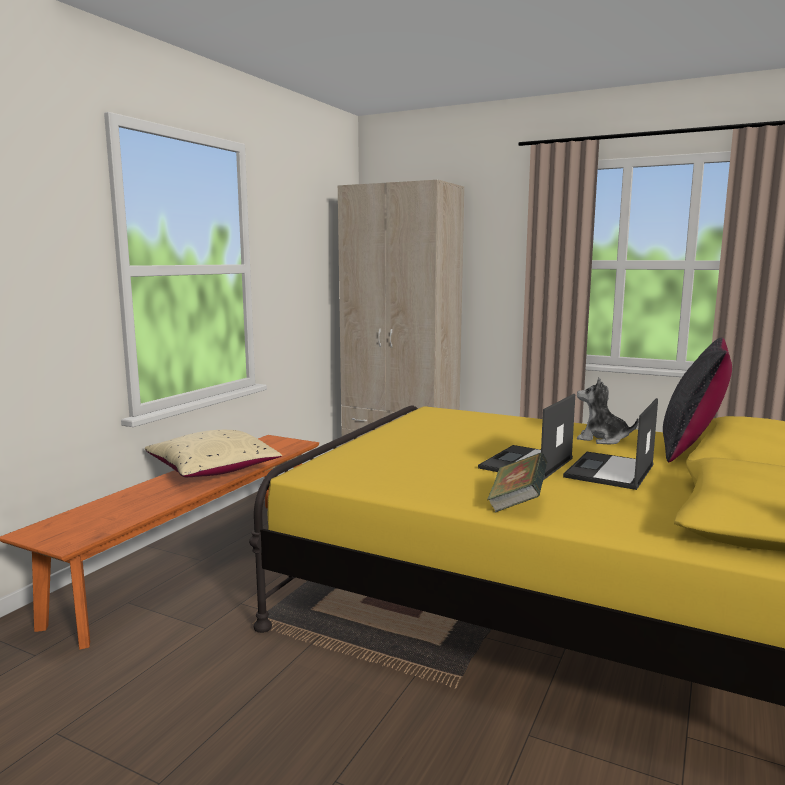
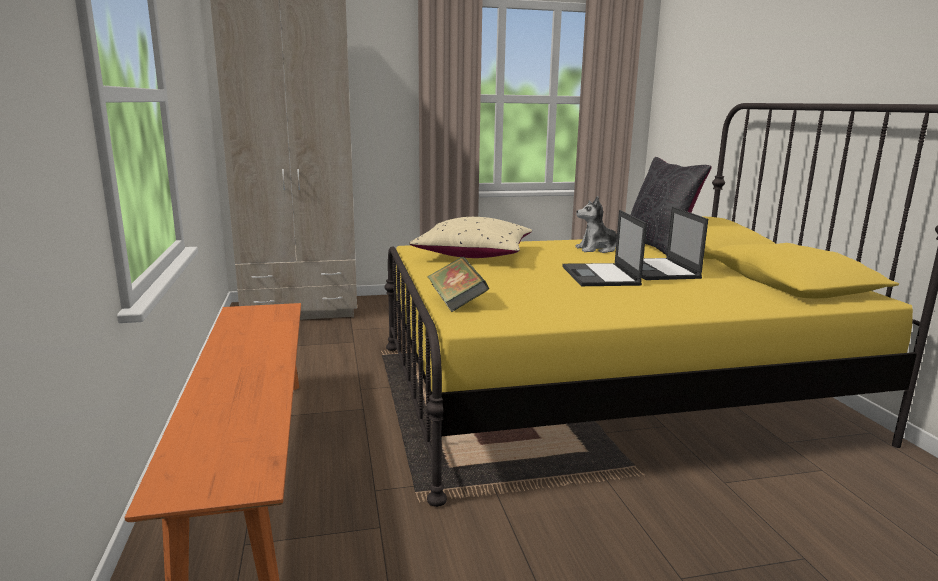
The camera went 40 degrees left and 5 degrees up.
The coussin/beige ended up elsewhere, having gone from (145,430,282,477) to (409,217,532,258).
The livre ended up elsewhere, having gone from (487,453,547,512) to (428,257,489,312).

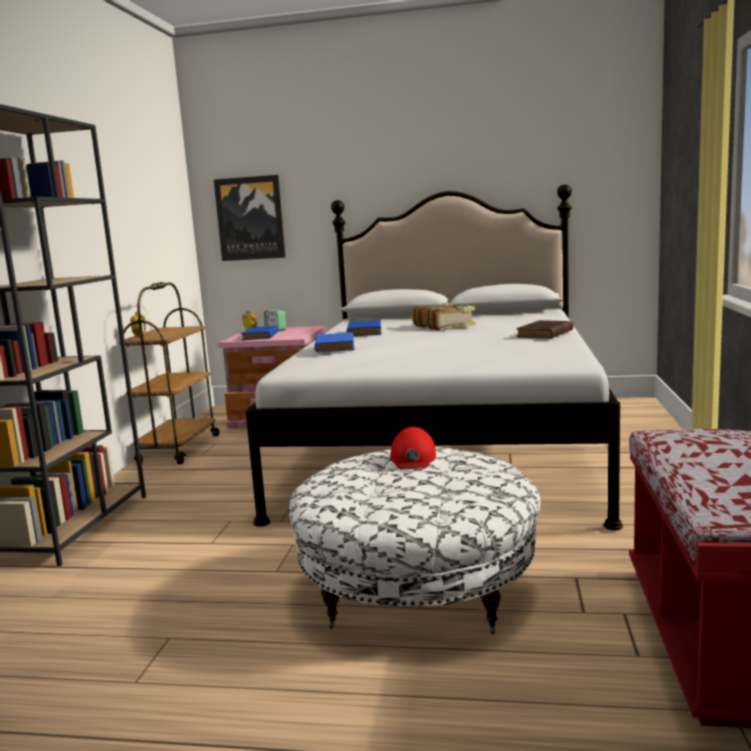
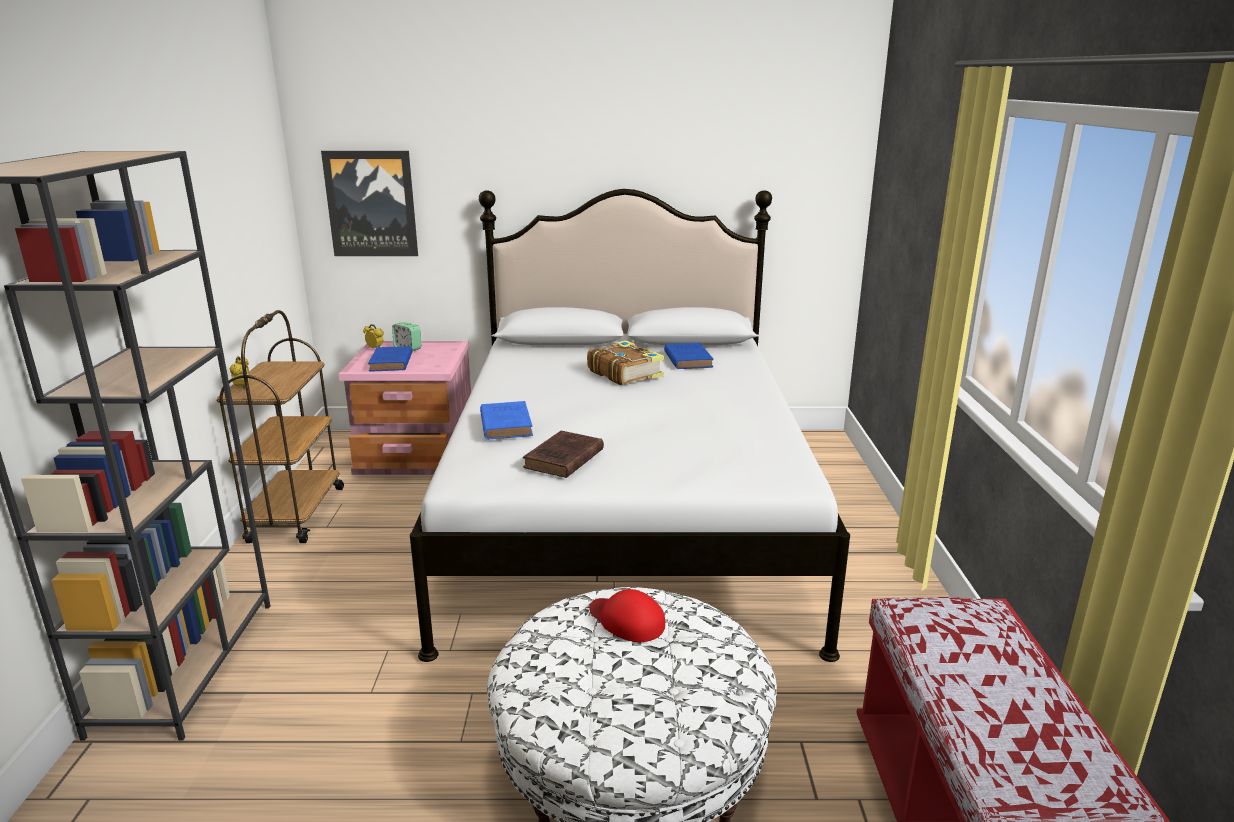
The camera went 10 degrees left and 10 degrees up.
The livre/marron ended up elsewhere, having gone from (516,320,573,339) to (523,431,604,478).
The casquette/rouge at (390,427,436,469) ended up facing another way, 135 degrees clockwise from before.
The livre/bleu ended up elsewhere, having gone from (346,320,381,336) to (664,343,714,369).

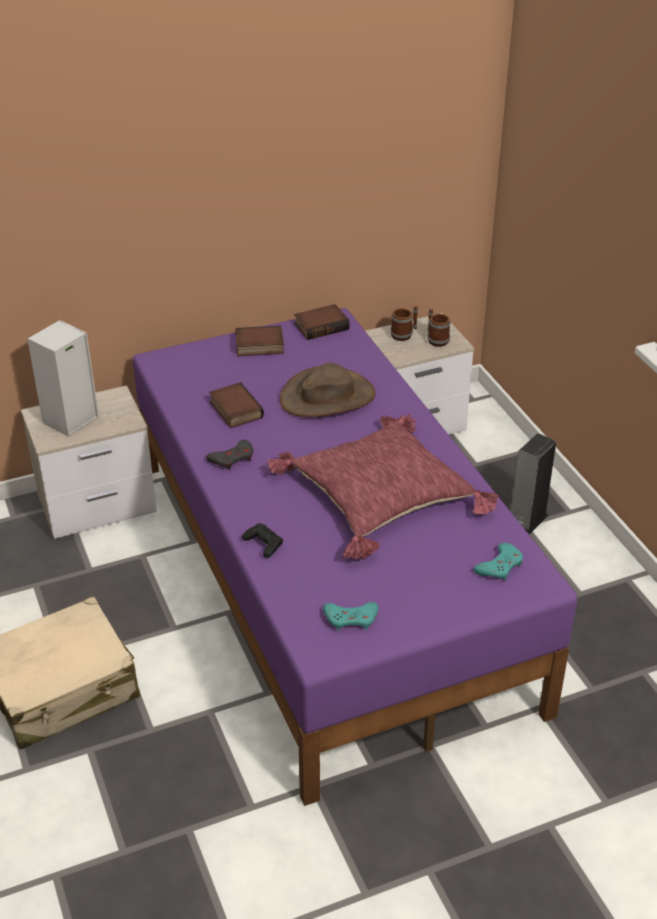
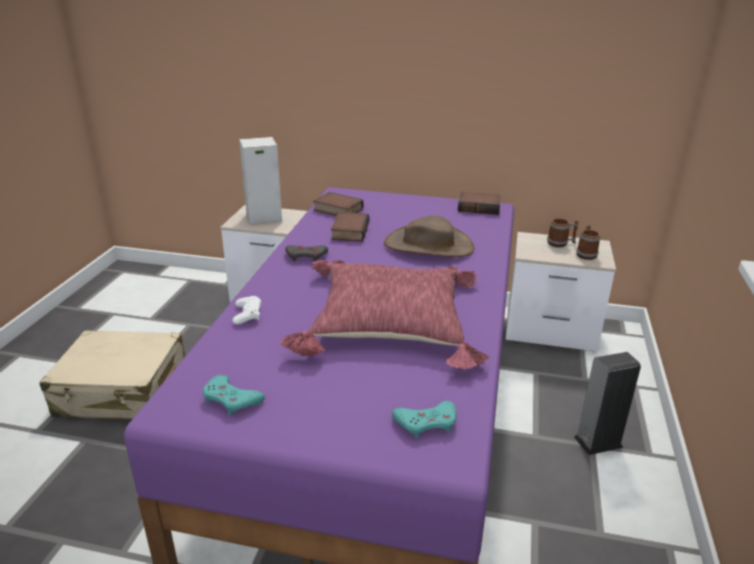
The camera went 35 degrees right and 10 degrees down.
What was the manette/noir at (242,523,283,558) turned into the manette/blanc at (232,296,261,324).
The livre ended up elsewhere, having gone from (235,326,284,356) to (313,192,364,216).

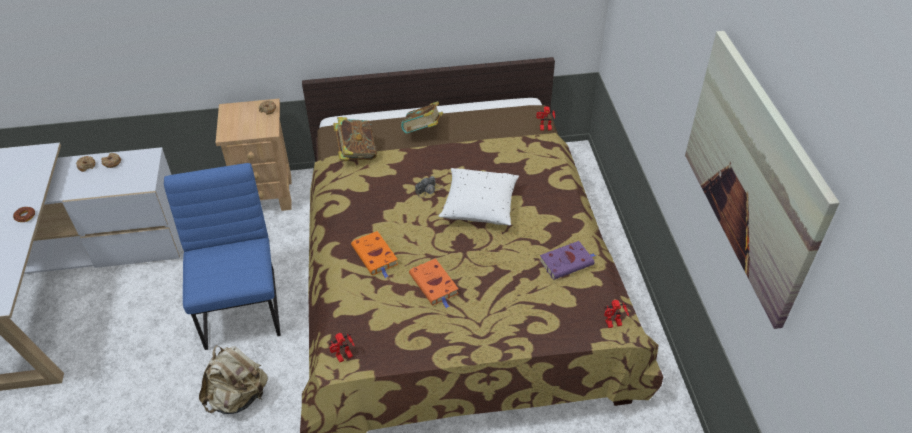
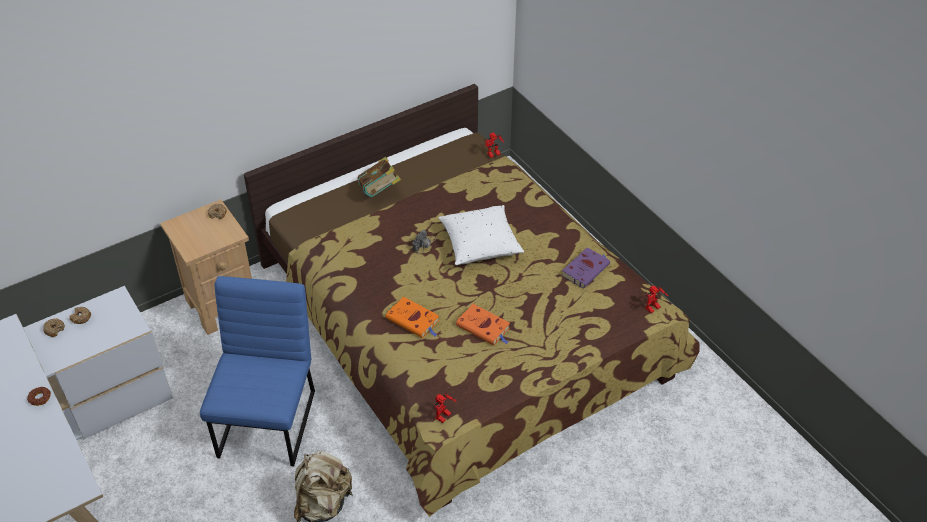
The camera went 25 degrees left and 0 degrees up.
The chaise/bleu at (164,163,281,350) ended up facing another way, 45 degrees clockwise from before.
The second view lost the livre at (333,117,377,161).
The second view lost the tableau at (685,31,840,329).

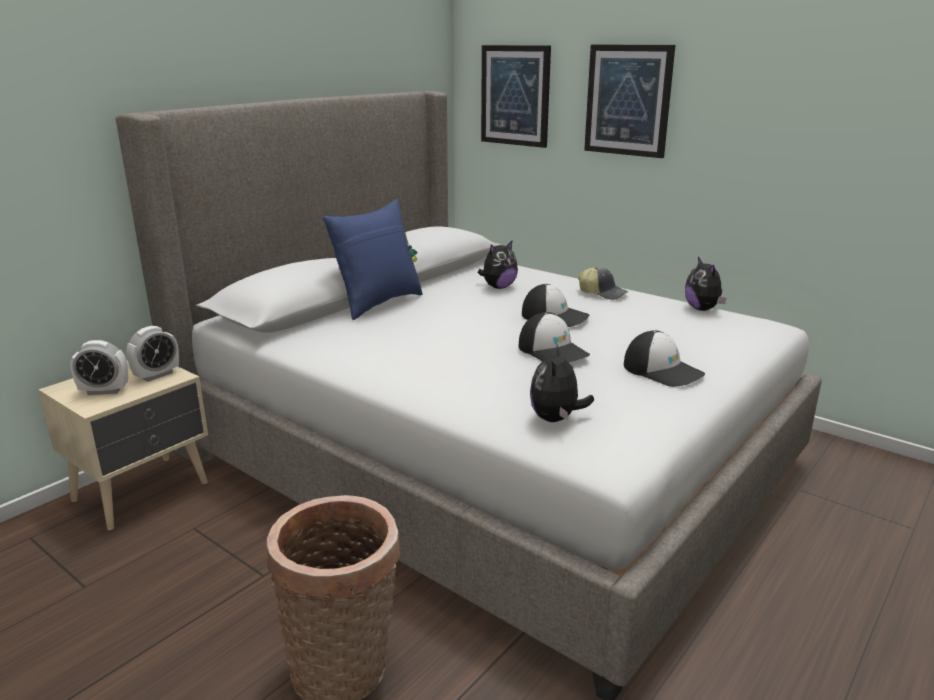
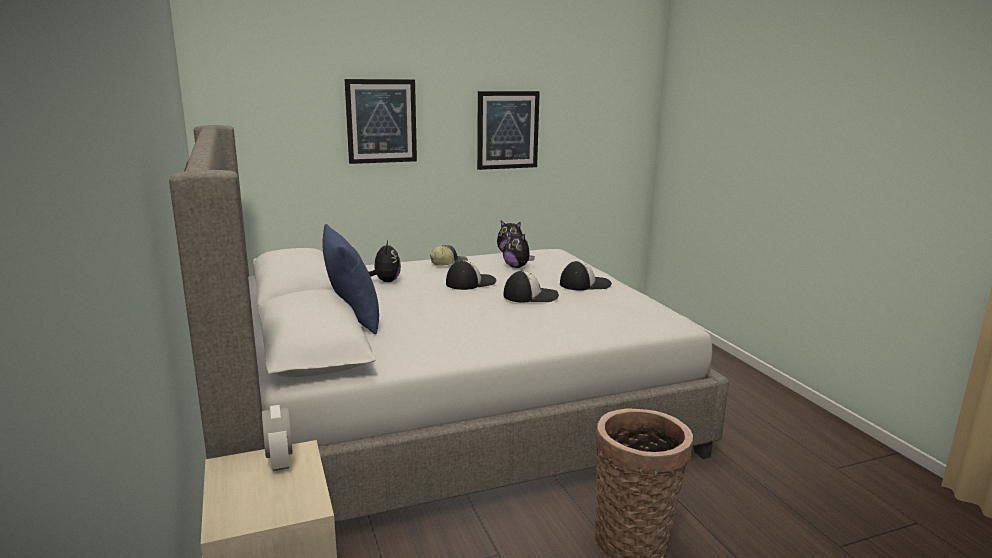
The camera went 60 degrees left and 5 degrees down.
The tableau ended up elsewhere, having gone from (481,45,551,148) to (477,91,540,170).
The peluche ended up elsewhere, having gone from (530,345,594,422) to (503,230,535,268).
The second view lost the réveil at (70,340,128,395).

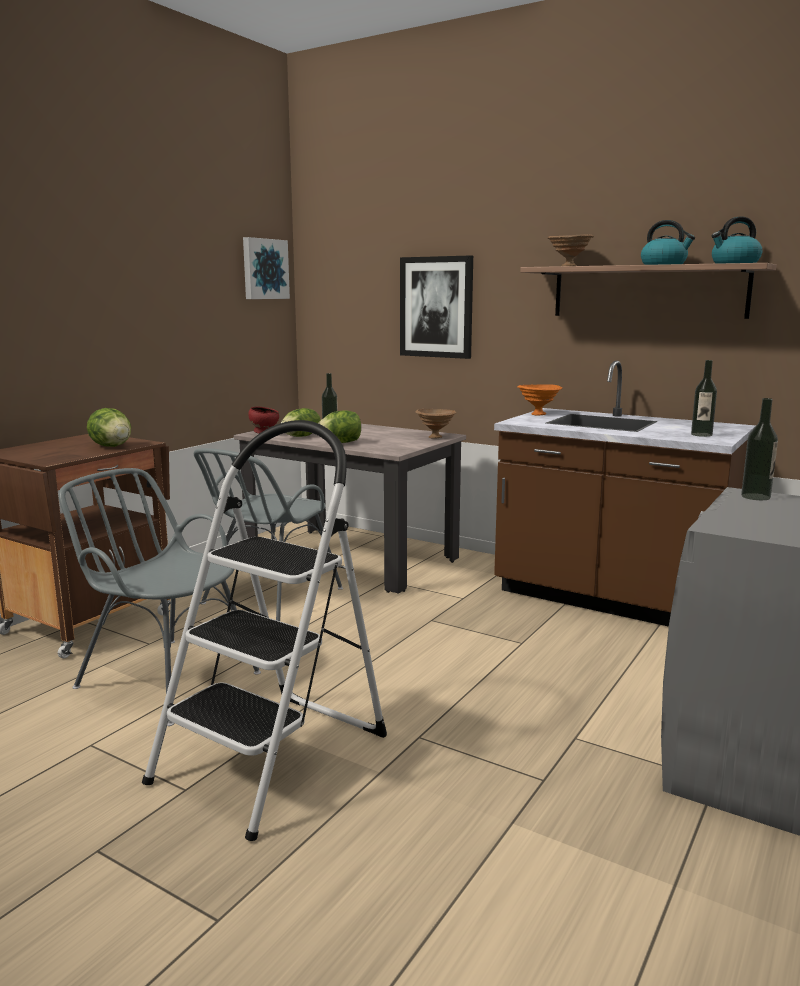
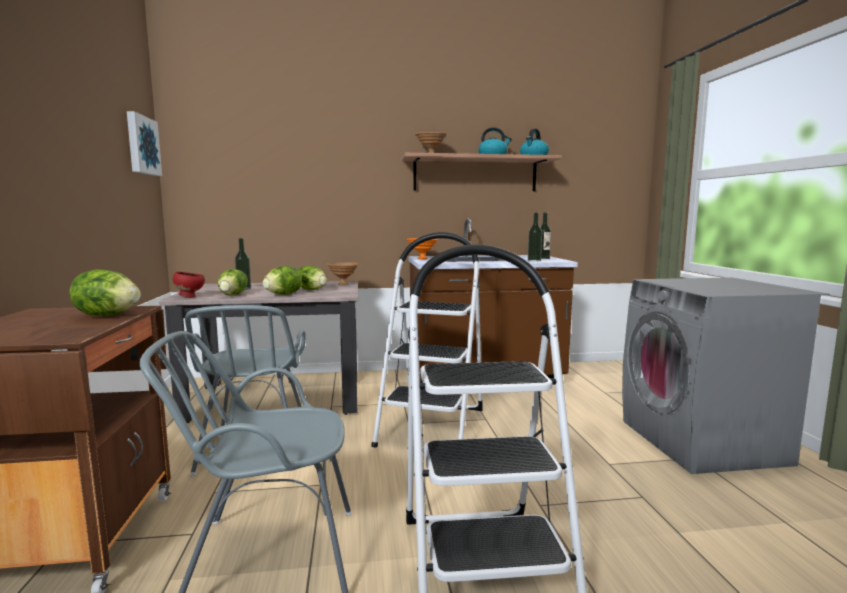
The camera went 40 degrees left and 5 degrees down.
The second view gained the laitue at (298,266,327,290).
The second view gained the escabeau at (371,232,483,447).
The bouteille ended up elsewhere, having gone from (741,398,778,500) to (528,212,542,262).
The second view lost the tableau at (400,255,473,359).

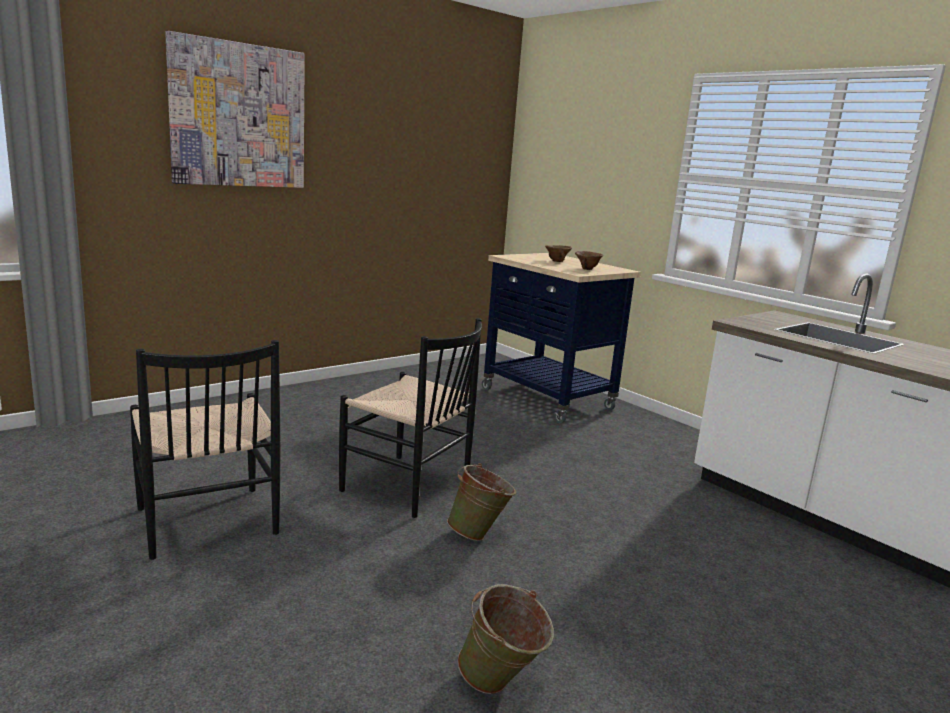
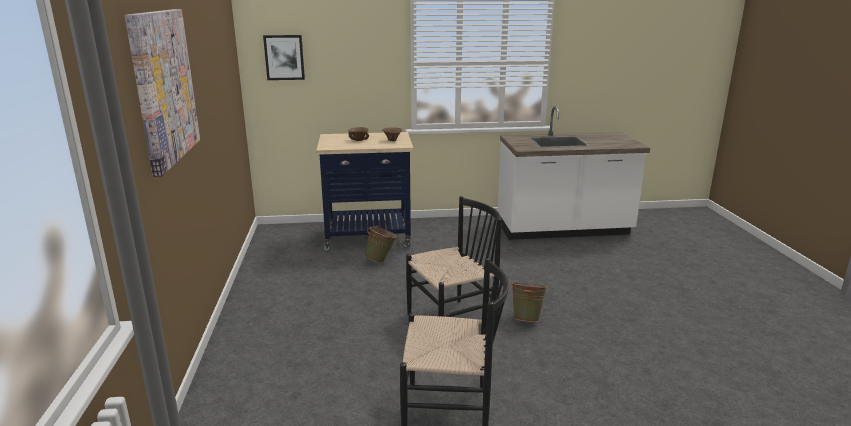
The camera went 55 degrees left and 5 degrees up.
The second view gained the tableau at (263,35,305,80).
The seau/vert ended up elsewhere, having gone from (457,584,554,694) to (365,225,397,263).

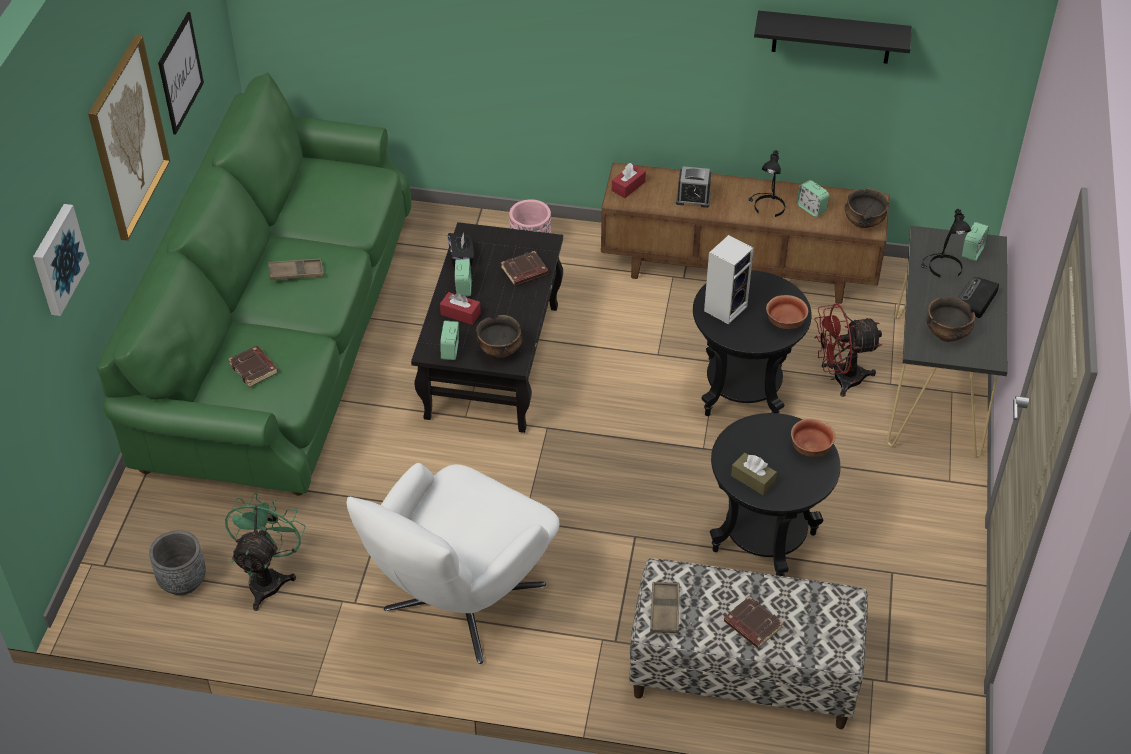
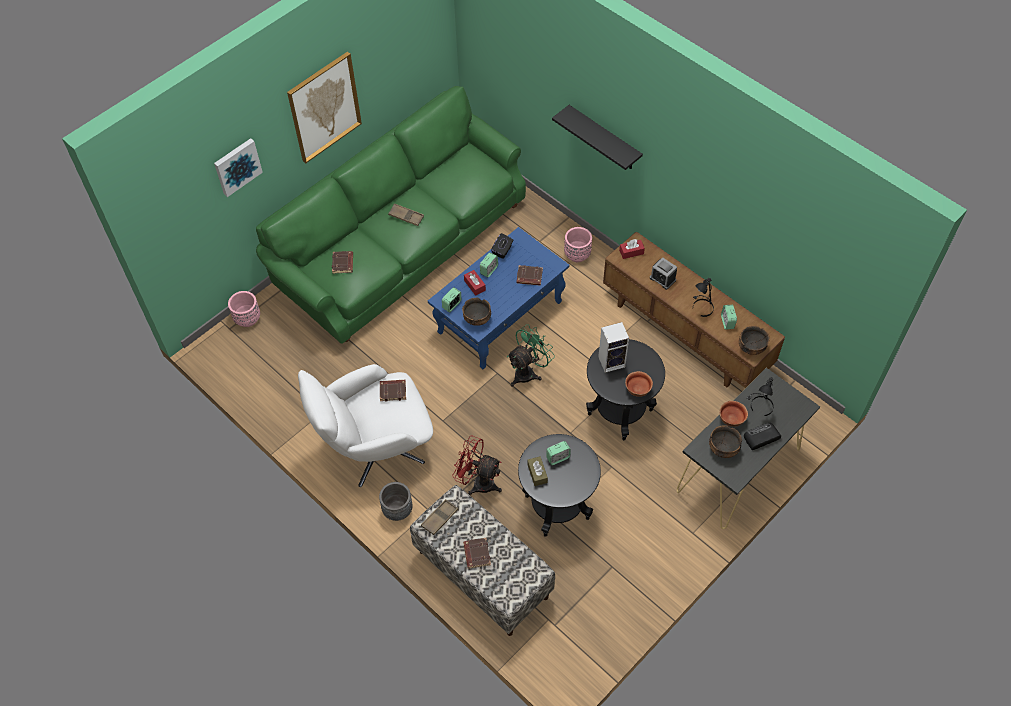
The camera went 35 degrees right and 10 degrees up.
The second view gained the cache-pot/rose at (228,291,260,327).
The cache-pot/gris ended up elsewhere, having gone from (149,530,206,595) to (379,482,413,521).
The second view gained the livre/marron at (380,380,406,402).
What was the table basse/noir at (411,222,563,433) turned into the table basse/bleu at (428,227,569,369).
The ventilateur/rouge ended up elsewhere, having gone from (814,304,882,397) to (452,435,502,496).
The ventilateur/vert ended up elsewhere, having gone from (225,493,306,611) to (507,324,555,387).
The réveil ended up elsewhere, having gone from (962,222,989,261) to (546,441,571,465).
The étagère/noir ended up elsewhere, having gone from (754,11,912,64) to (552,105,643,170).
The bol ended up elsewhere, having gone from (791,419,835,457) to (719,401,748,427).
The second view lost the tableau at (158,12,204,135).

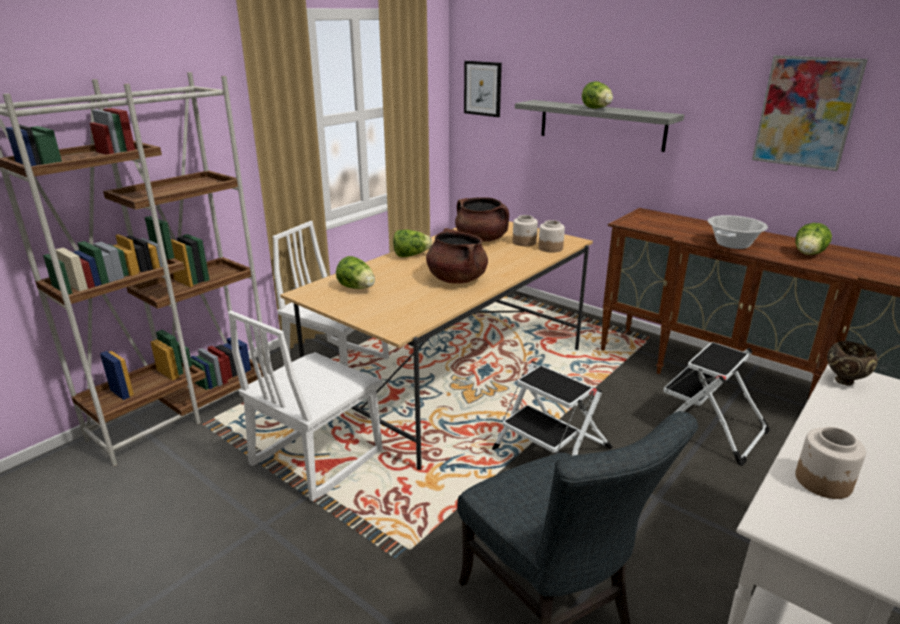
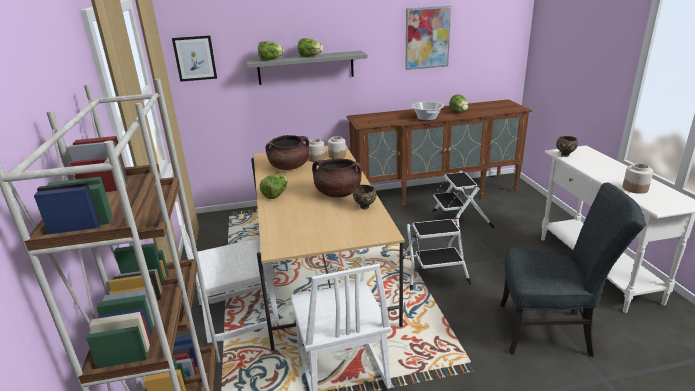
The camera went 50 degrees left and 0 degrees up.
The laitue ended up elsewhere, having gone from (336,256,375,289) to (258,41,284,61).
The second view gained the bol/marron at (353,185,377,209).

